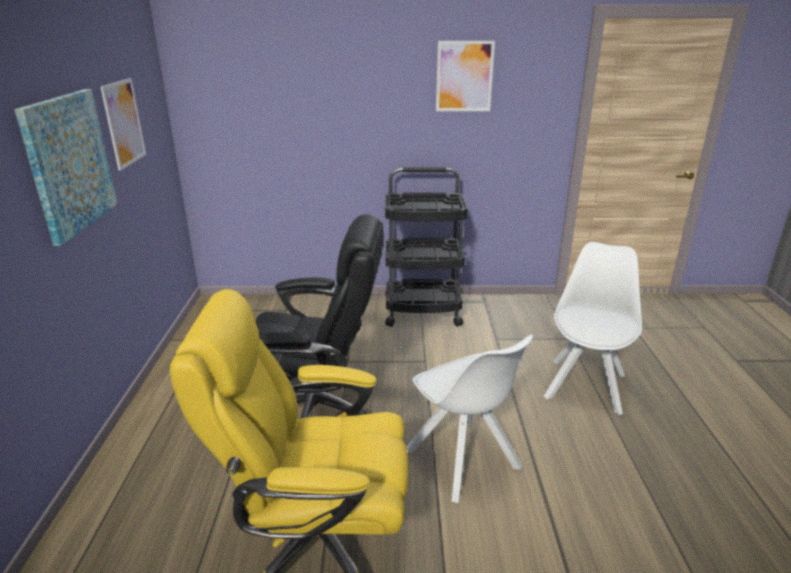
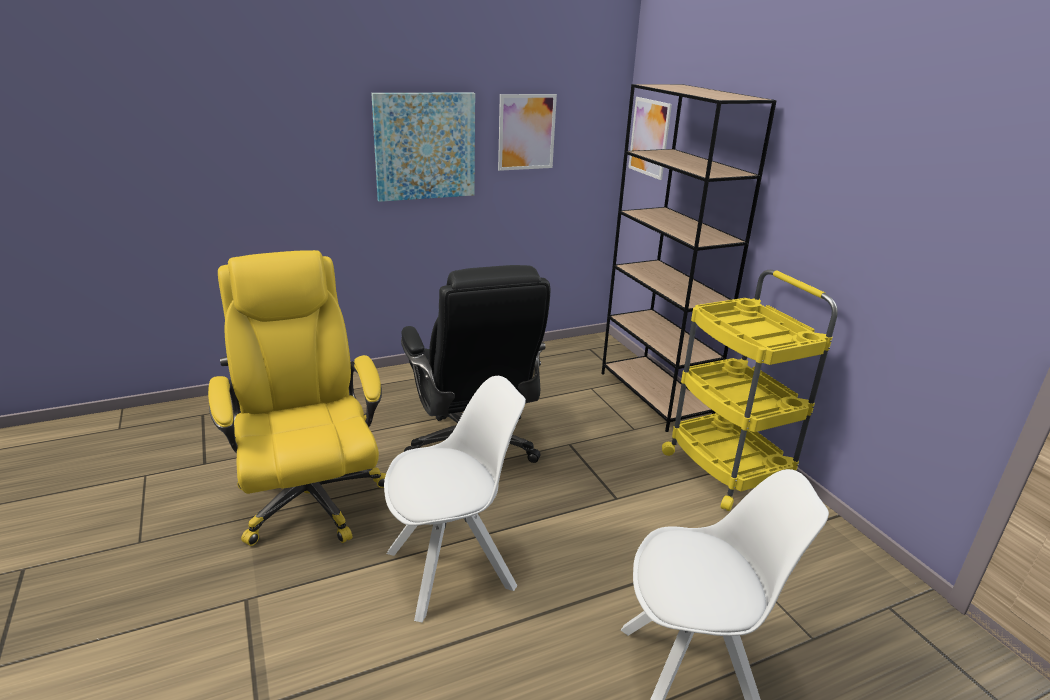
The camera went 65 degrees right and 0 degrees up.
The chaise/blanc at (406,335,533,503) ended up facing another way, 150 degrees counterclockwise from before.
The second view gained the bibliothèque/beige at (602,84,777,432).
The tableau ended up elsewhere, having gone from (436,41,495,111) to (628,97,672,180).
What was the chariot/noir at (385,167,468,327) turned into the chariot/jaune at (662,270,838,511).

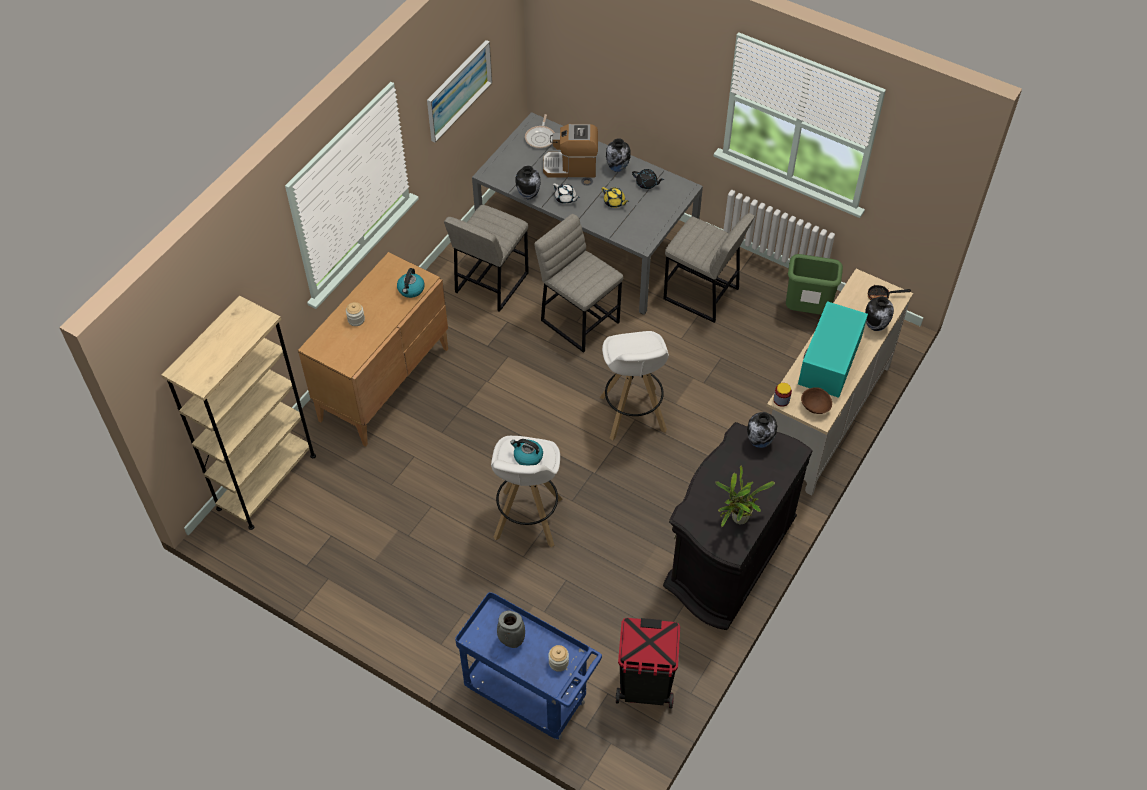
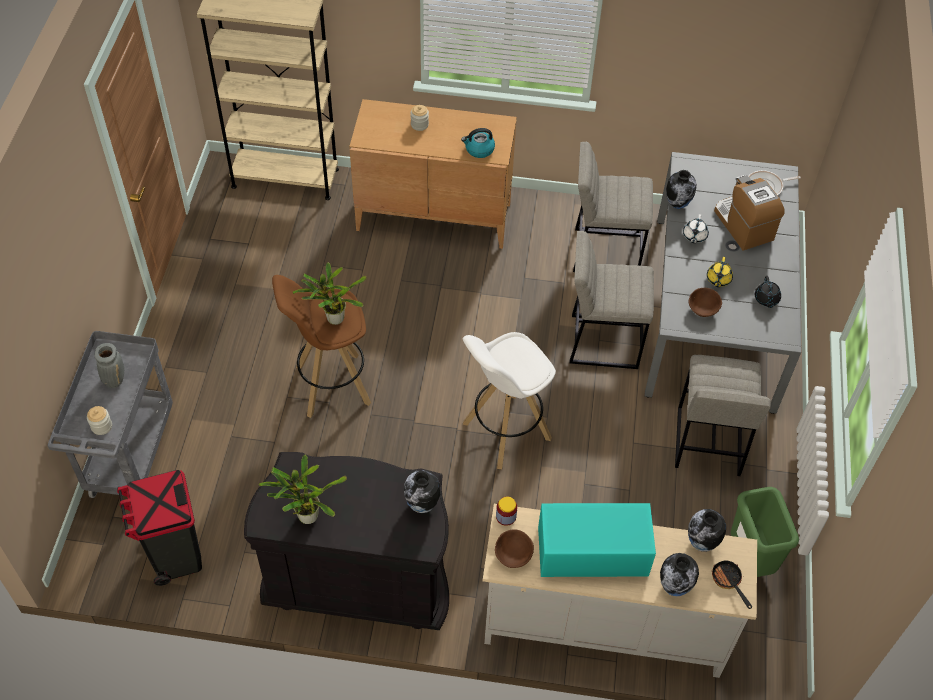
The camera went 65 degrees right and 0 degrees up.
What was the chariot/bleu at (455,592,602,740) turned into the chariot/gris at (48,331,173,498).
What was the tabouret/blanc at (491,436,563,548) turned into the tabouret/marron at (272,275,371,418).
Where the bouilloire stood at (510,439,543,465), the plante en pot came to stand at (293,262,367,325).
The chaise/gris at (534,214,623,353) ended up facing another way, 105 degrees counterclockwise from before.
The vase ended up elsewhere, having gone from (606,138,630,172) to (688,509,726,552).
The second view gained the bol/marron at (689,288,722,317).
The second view lost the tableau at (427,40,492,143).

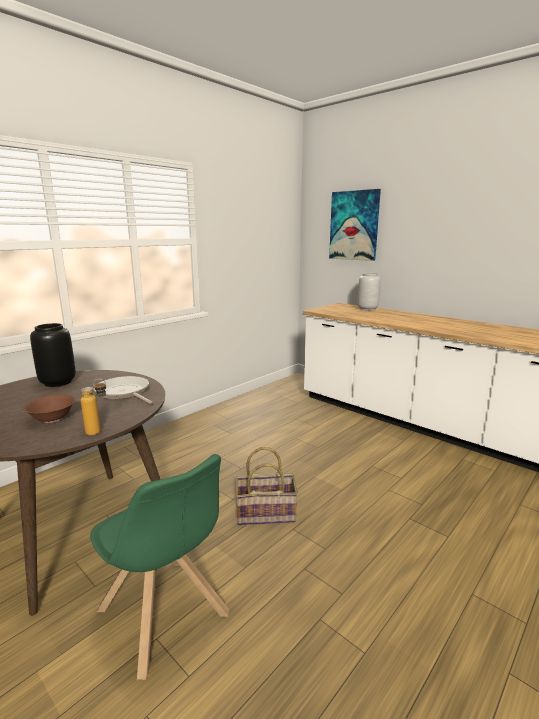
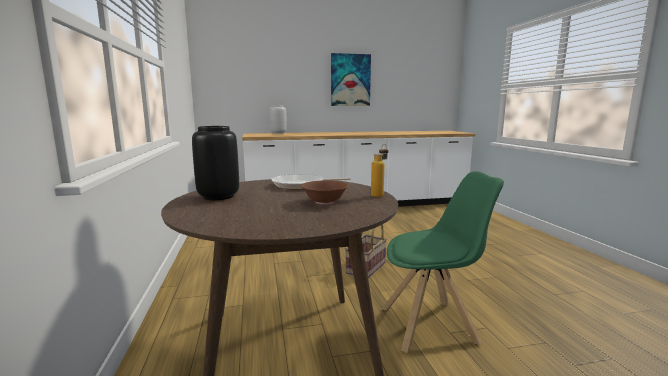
The camera went 55 degrees left and 5 degrees down.
The tableau ended up elsewhere, having gone from (329,189,381,261) to (331,53,371,106).

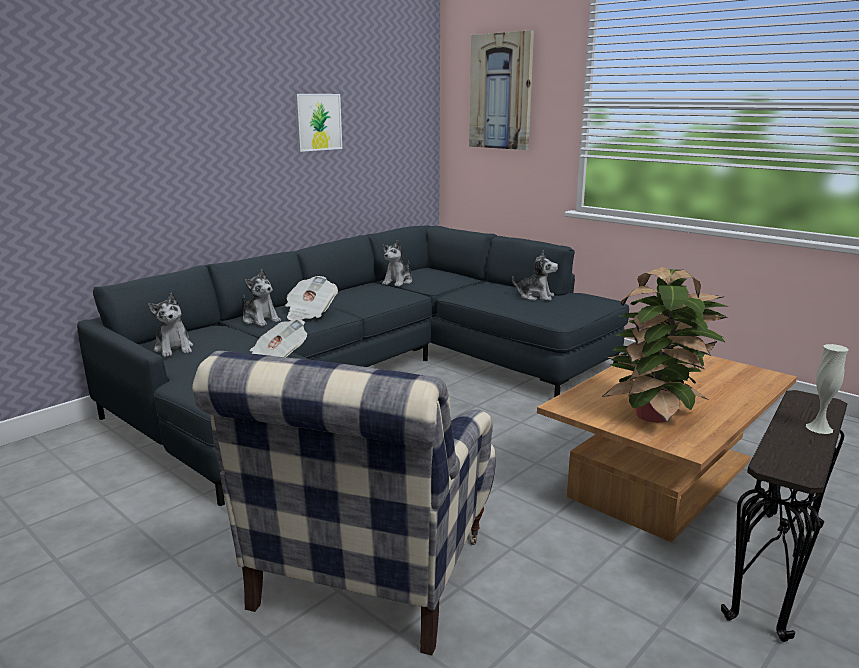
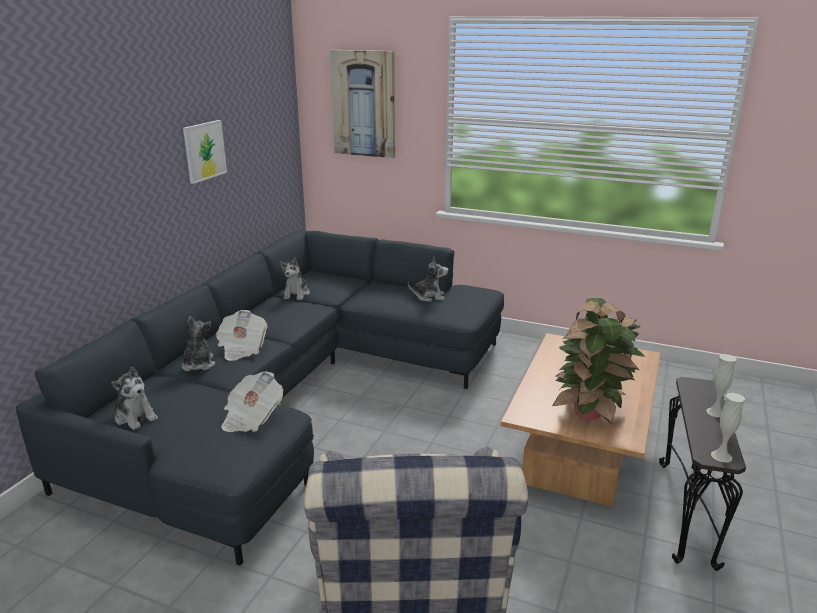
The camera went 20 degrees left and 5 degrees up.
The peluche at (243,269,281,326) ended up facing another way, 120 degrees counterclockwise from before.
The second view gained the vase/blanc at (711,393,745,463).

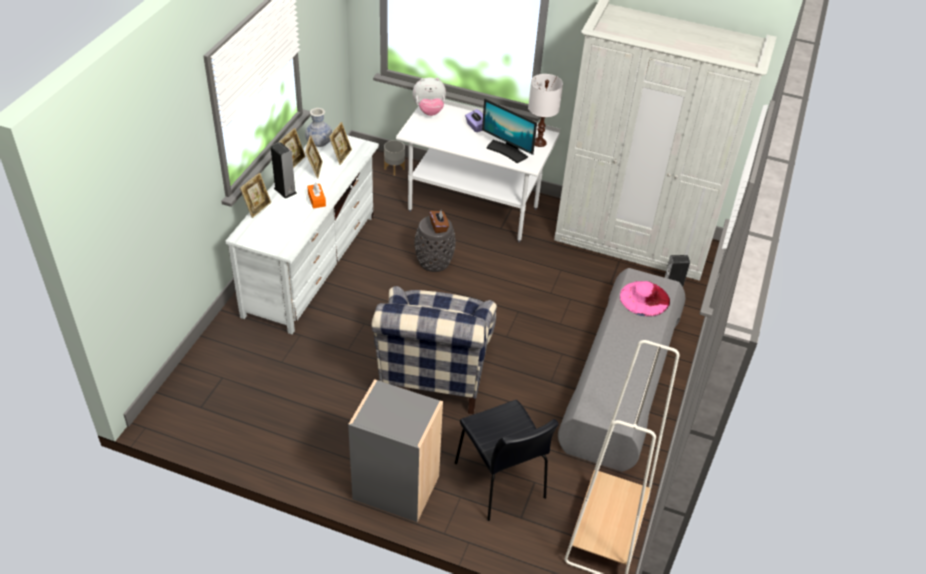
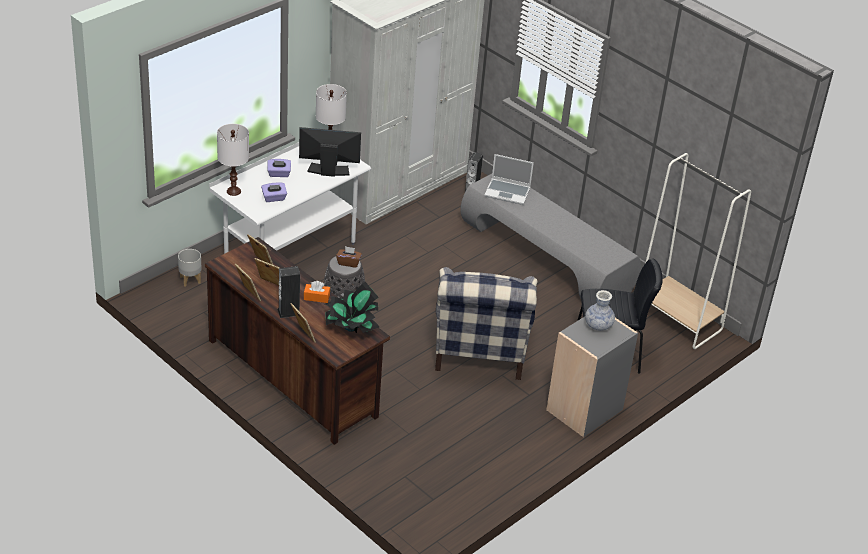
The camera went 65 degrees left and 5 degrees down.
What was the commode/blanc at (225,135,379,334) turned into the commode/marron at (205,237,390,445).
Where the peluche stood at (413,77,446,116), the lampe de table/blanc came to stand at (217,124,249,196).
The second view gained the boîte à mouchoirs/violet at (261,183,287,202).
The écran d'ordinateur at (482,99,537,163) ended up facing another way, 150 degrees counterclockwise from before.
The second view gained the plante en pot at (324,282,379,333).
The fauteuil at (371,286,497,414) ended up facing another way, 60 degrees clockwise from before.
Where the chapeau/rose stood at (620,281,670,317), the ordinateur portable came to stand at (484,154,534,205).
The vase ended up elsewhere, having gone from (305,108,333,147) to (585,290,615,331).

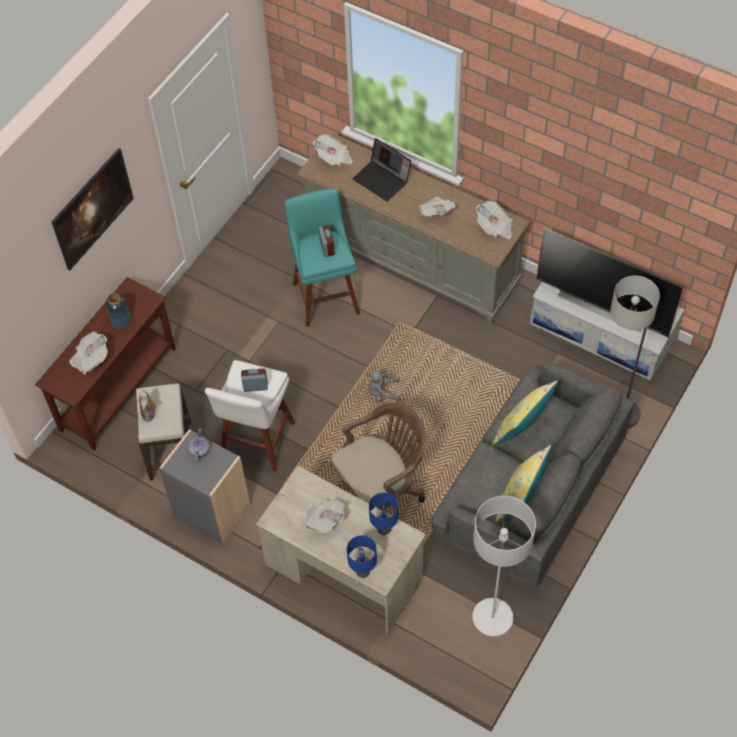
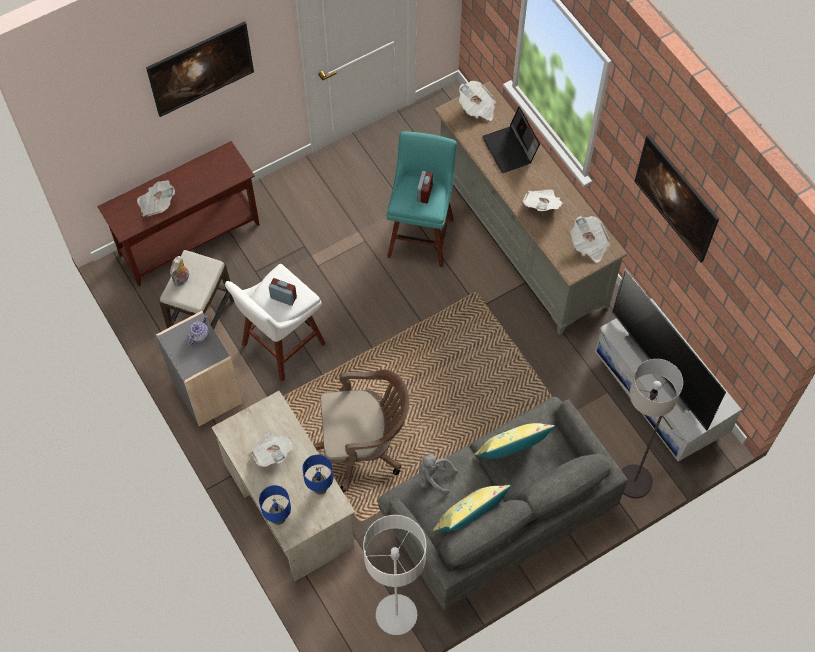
The camera went 25 degrees right and 5 degrees up.
The peluche/gris ended up elsewhere, having gone from (368,370,401,402) to (419,454,458,495).
The second view gained the tableau at (634,135,719,262).
The second view lost the vase/bleu at (106,293,131,329).

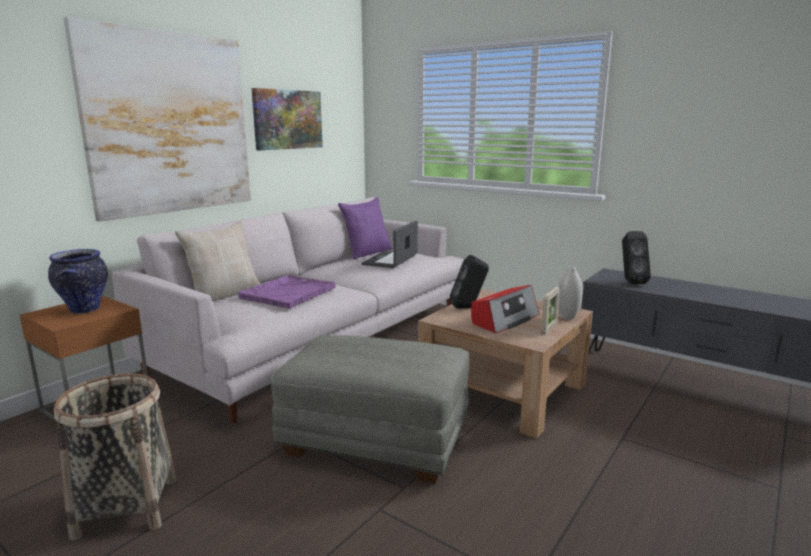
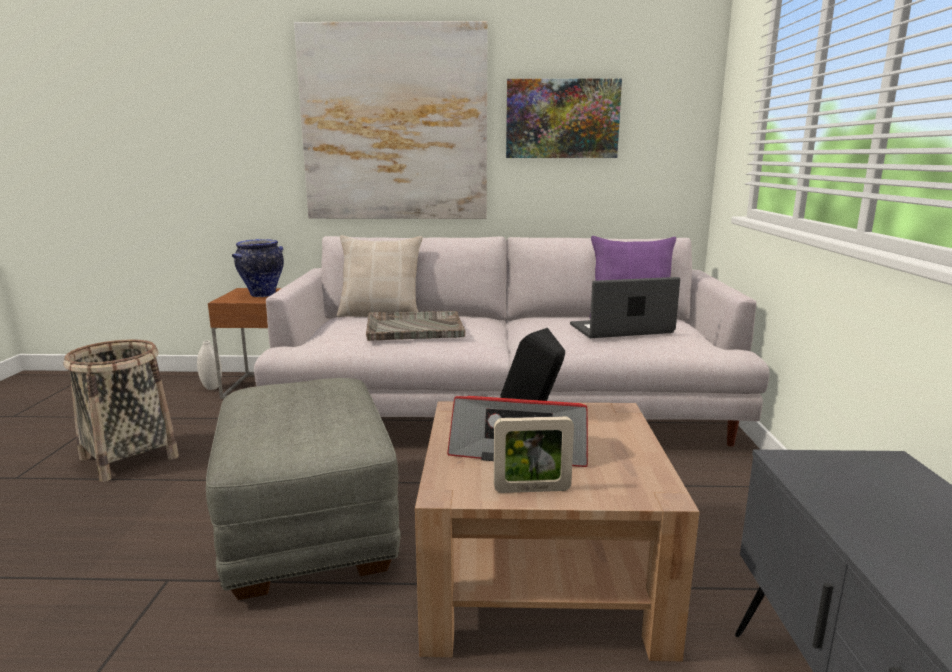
The camera went 55 degrees right and 0 degrees up.
The vase/blanc ended up elsewhere, having gone from (558,266,583,320) to (197,340,222,390).
What was the plateau/violet at (238,275,336,309) turned into the plateau/gris at (366,311,465,341).
The second view lost the enceinte/noir at (622,231,651,284).

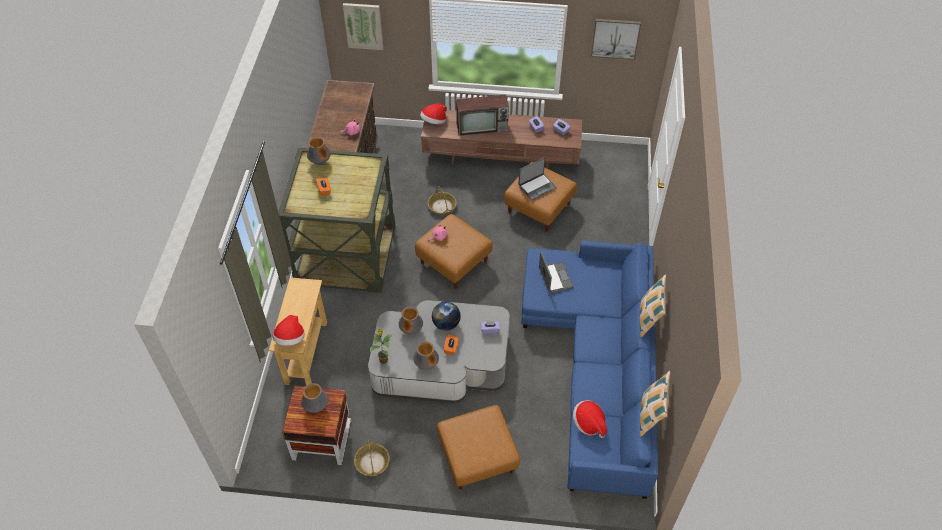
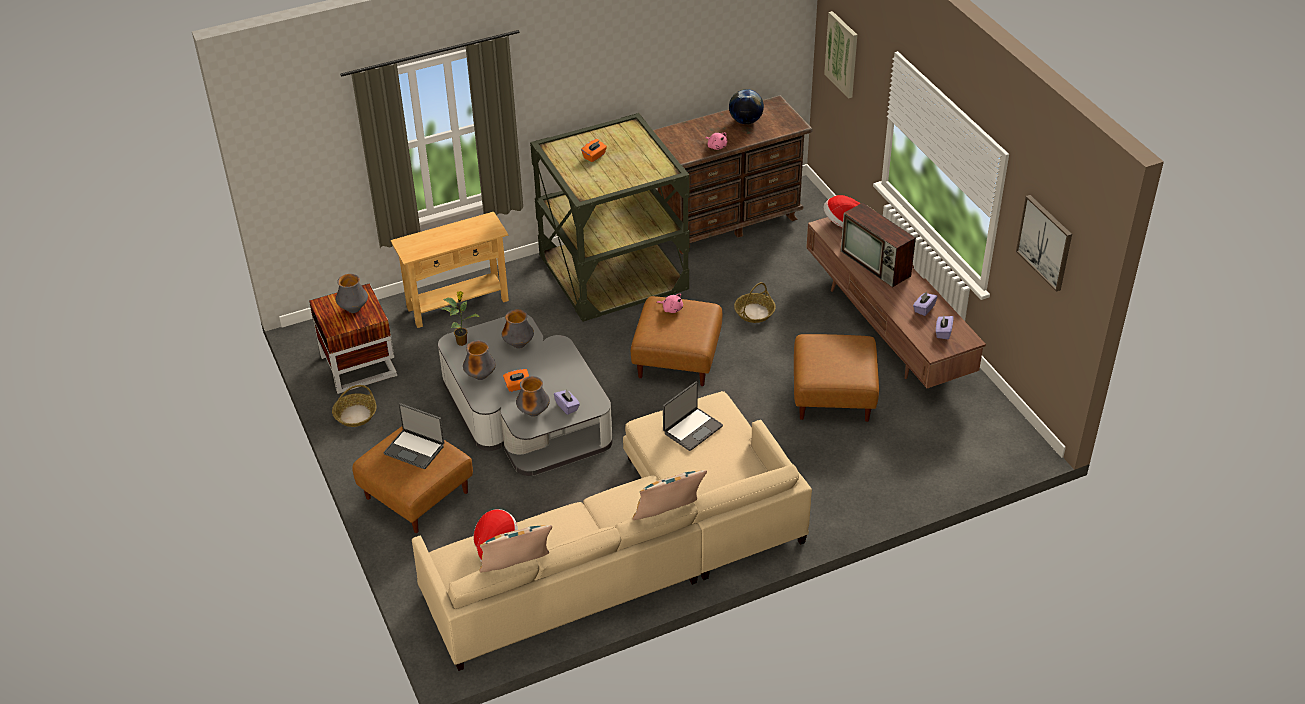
The camera went 60 degrees right and 10 degrees down.
The ordinateur portable ended up elsewhere, having gone from (518,158,557,201) to (384,403,444,469).
What was the canapé/bleu at (521,241,658,499) turned into the canapé/beige at (412,391,812,671).
The vase ended up elsewhere, having gone from (307,137,331,165) to (516,376,550,417).
The globe ended up elsewhere, having gone from (432,302,461,331) to (729,89,764,124).
The second view lost the chapeau at (272,315,305,346).

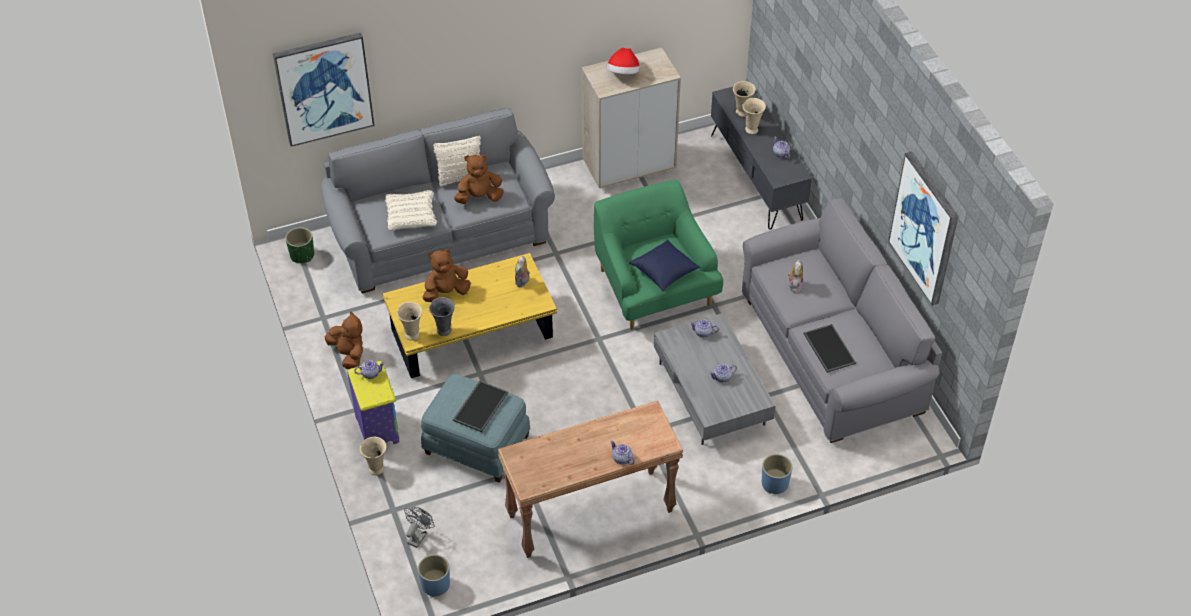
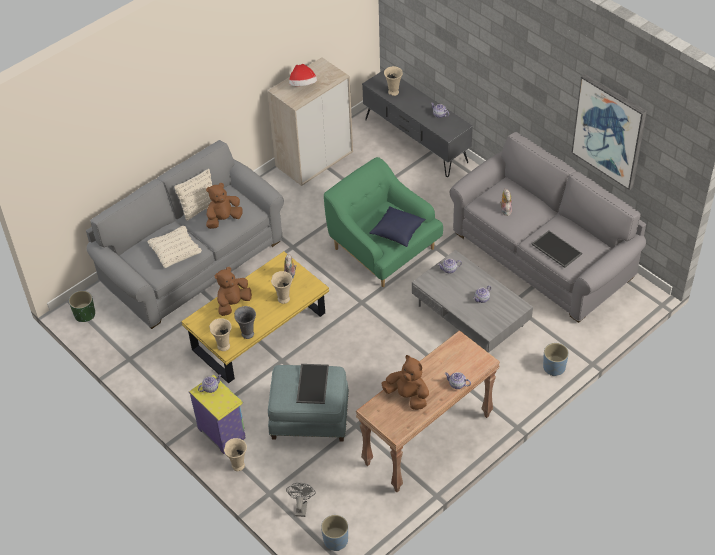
The camera went 20 degrees left and 0 degrees up.
The vase/beige ended up elsewhere, having gone from (742,98,766,134) to (271,271,293,304).
The peluche/marron ended up elsewhere, having gone from (325,311,363,369) to (381,355,429,410).
The second view lost the tableau at (273,32,375,147).

